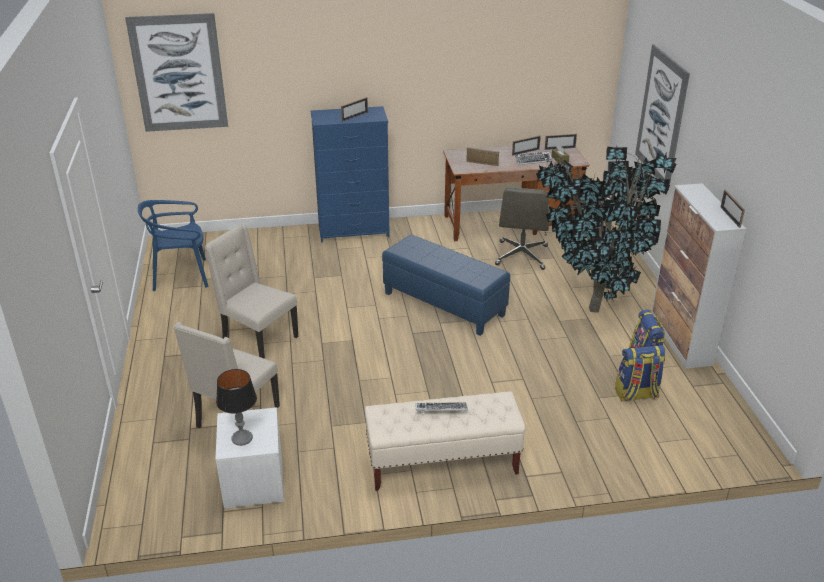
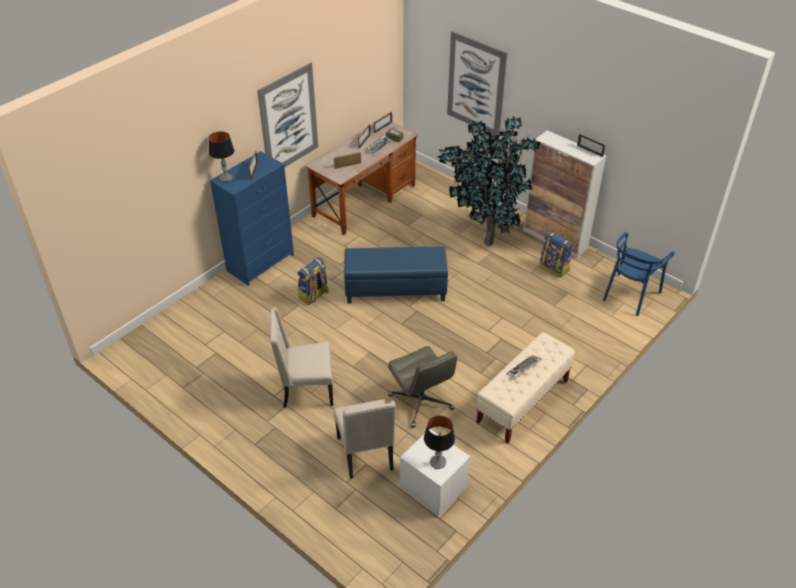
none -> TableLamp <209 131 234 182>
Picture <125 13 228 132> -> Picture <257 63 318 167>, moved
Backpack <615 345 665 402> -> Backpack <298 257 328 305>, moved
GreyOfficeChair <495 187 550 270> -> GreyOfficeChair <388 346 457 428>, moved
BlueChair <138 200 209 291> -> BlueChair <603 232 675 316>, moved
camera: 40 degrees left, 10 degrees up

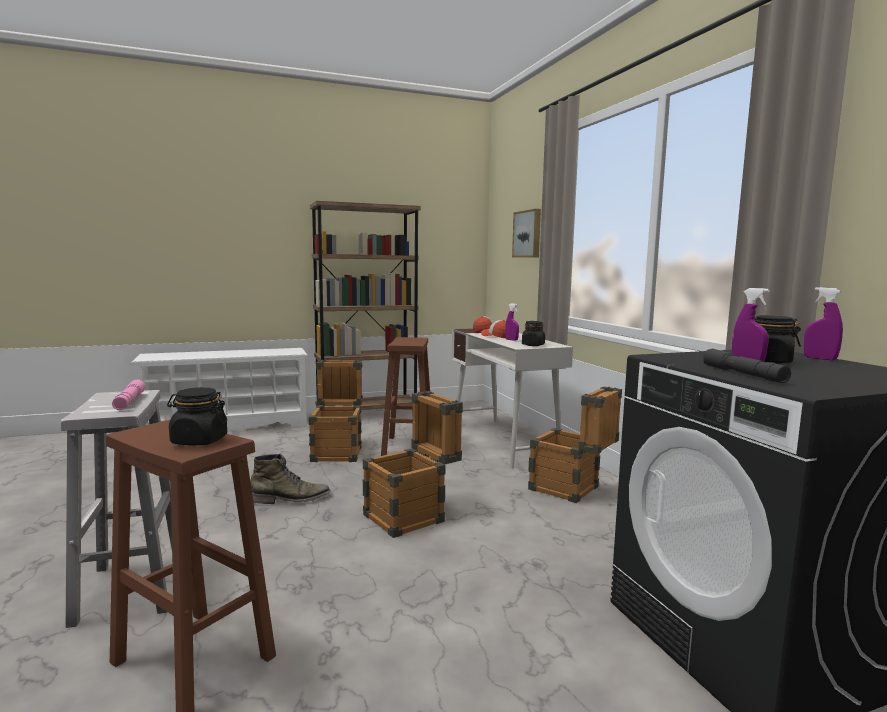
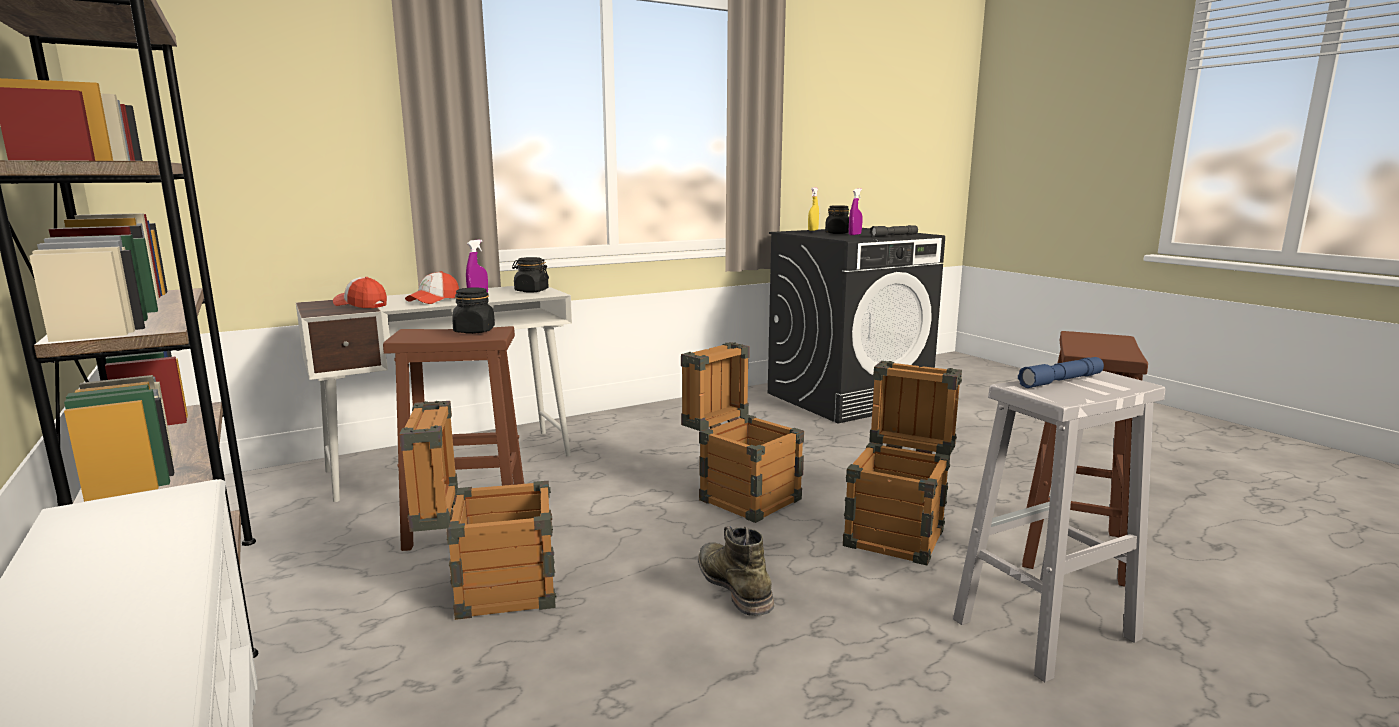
BlackJar <167 387 227 445> -> BlackJar <452 287 495 334>, moved
PurpleSprayBottle <804 287 843 360> -> YellowSprayBottle <808 187 819 231>
Crate <528 387 622 503> -> Crate <843 361 962 565>, moved
PinkFlashlight <112 379 146 410> -> BlueFlashlight <1018 357 1104 388>
Picture <512 209 541 258> -> none
camera: 100 degrees left, 5 degrees up

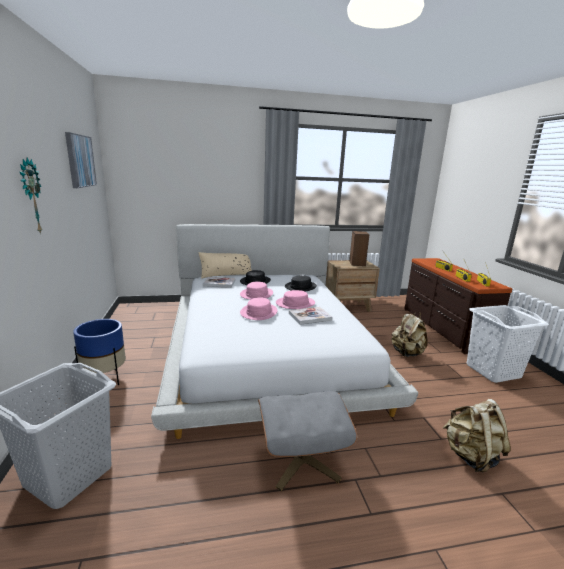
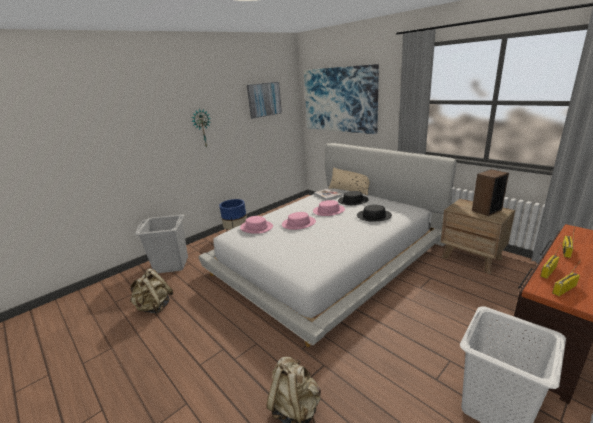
BeigeBackpack <391 312 427 357> -> BeigeBackpack <130 268 173 314>, moved
PinkHat <276 290 315 309> -> PinkHat <240 216 273 234>, moved
none -> Picture <304 64 379 134>
GreyOttoman <258 391 357 491> -> none
Book <289 307 332 325> -> none
camera: 60 degrees right, 5 degrees up

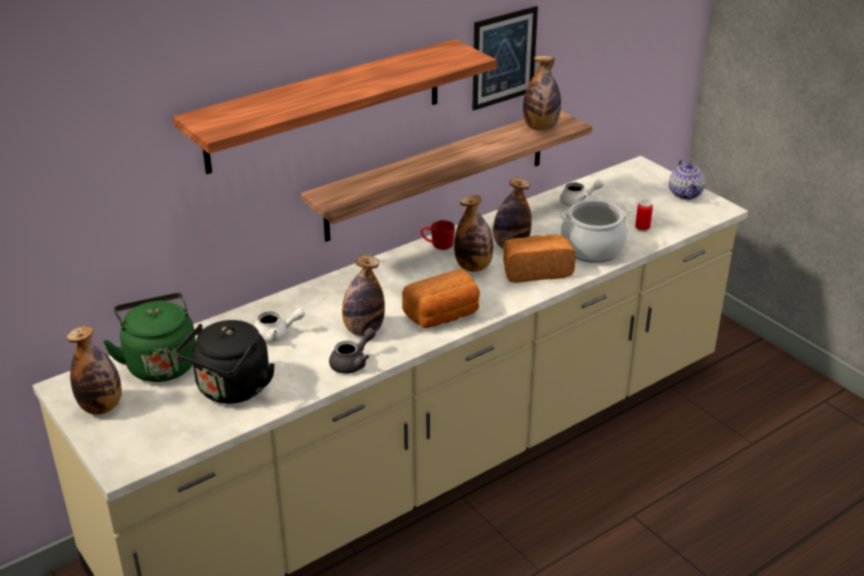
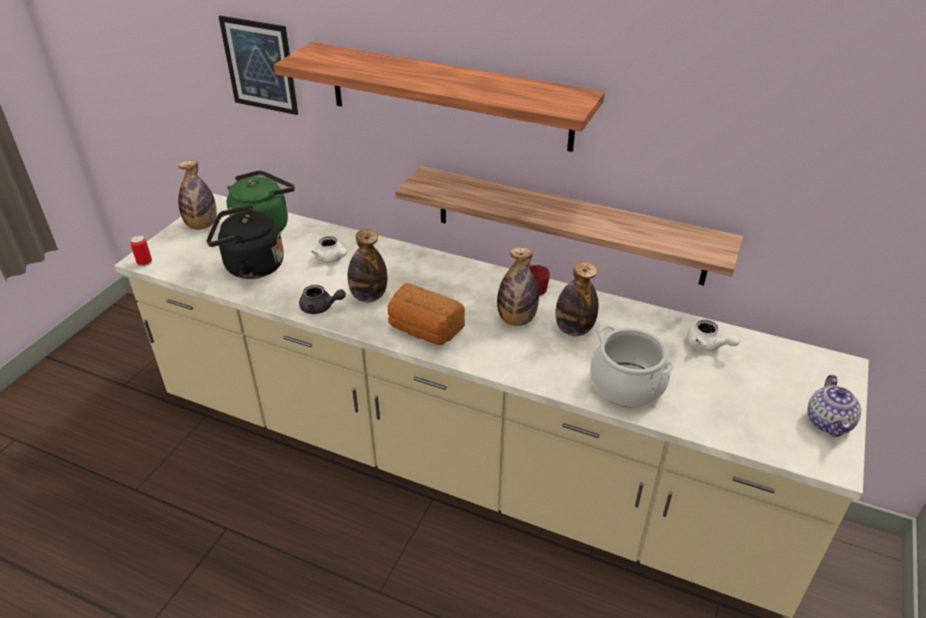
Can <635 200 653 232> -> Can <130 235 152 267>, moved
Picture <472 6 538 111> -> Picture <218 16 298 115>, moved
Teapot <669 159 705 200> -> Teapot <807 375 861 437>, 45 degrees counterclockwise
Bread <503 235 576 283> -> none
Bottle <523 56 561 131> -> none
camera: 60 degrees right, 5 degrees up

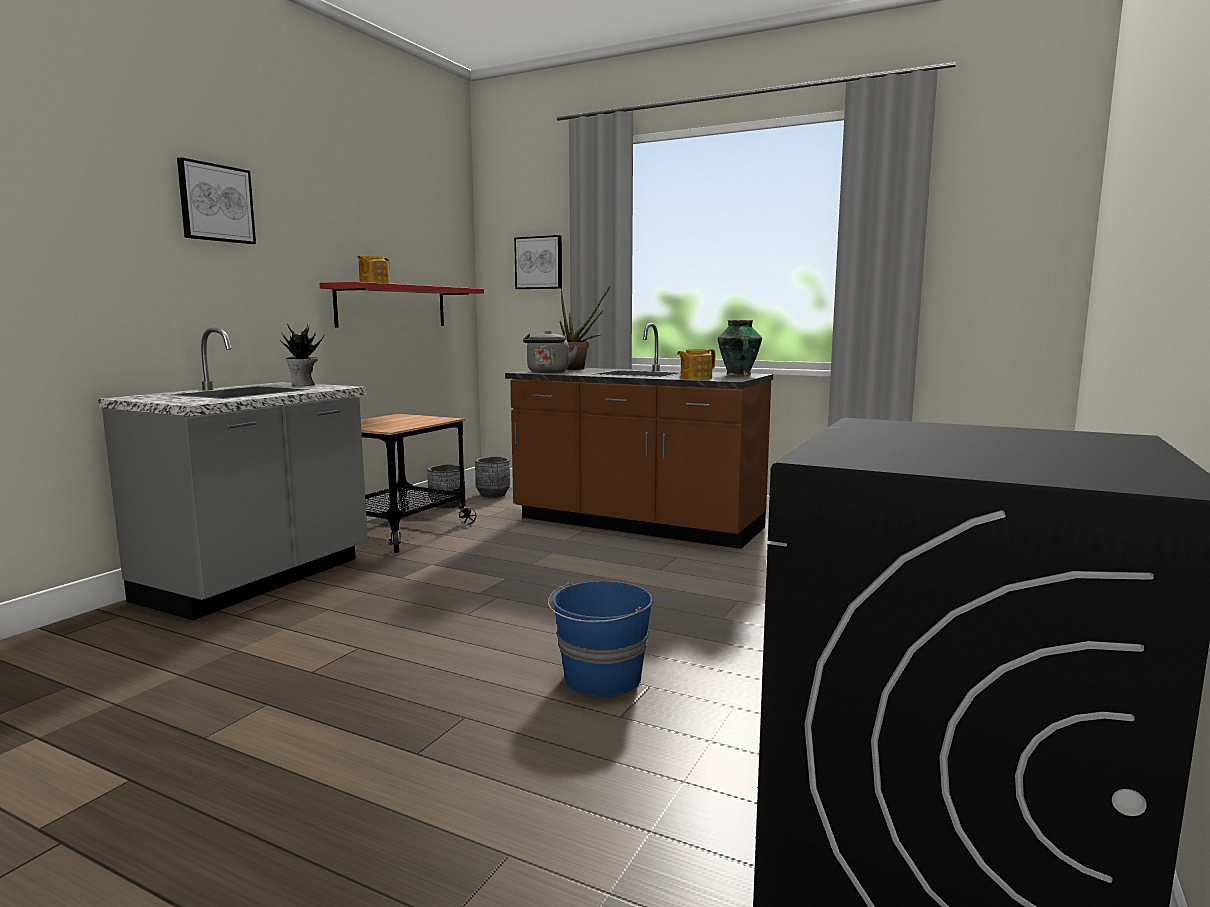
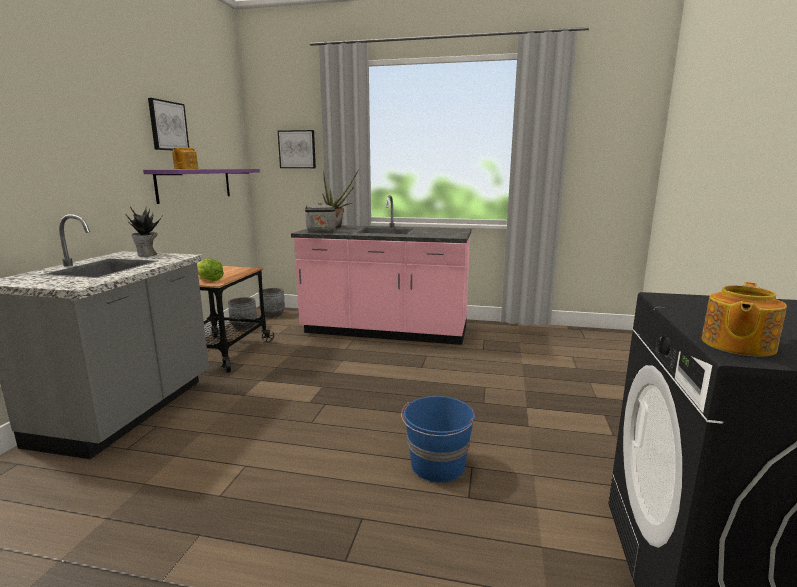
RedShelf <319 282 484 327> -> PurpleShelf <143 169 260 204>
Picture <177 157 256 244> -> Picture <148 98 189 151>, moved
none -> Lettuce <197 258 224 281>
BrownCounter <505 323 773 549> -> PinkCounter <291 195 471 345>
Teapot <677 349 715 379> -> Teapot <702 282 787 357>, moved
Vase <718 320 762 376> -> none
camera: 15 degrees left, 5 degrees up

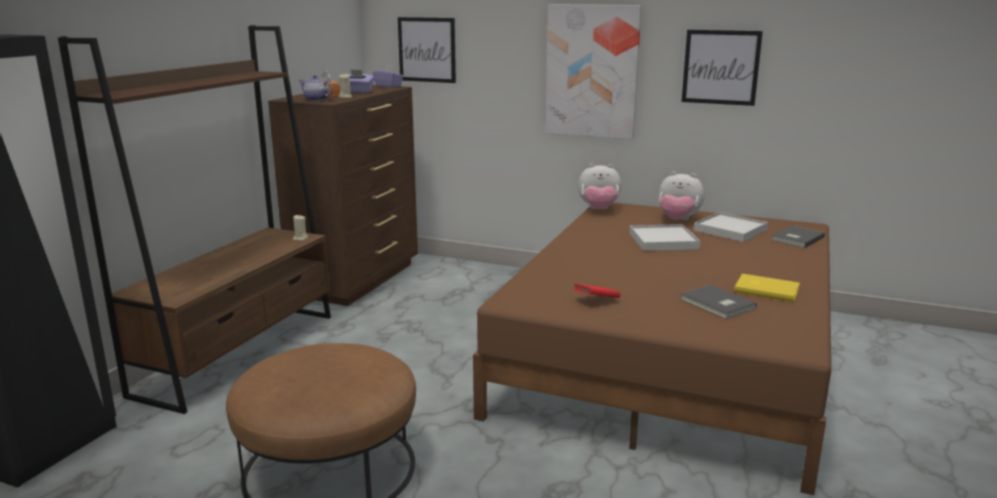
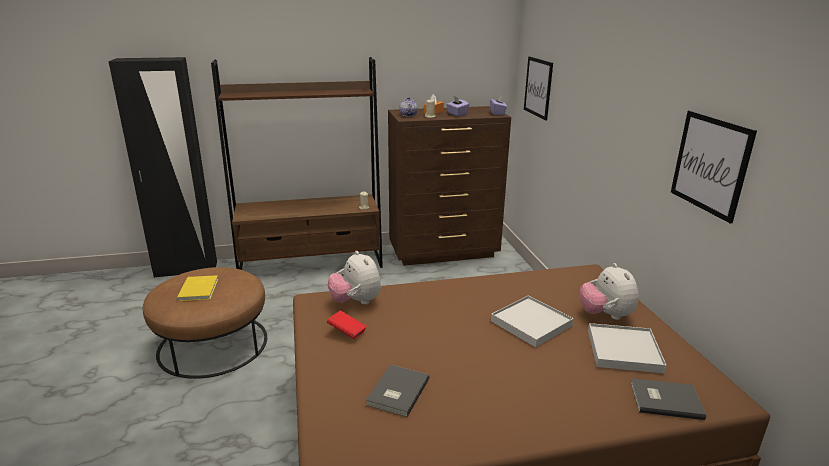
YellowBook <734 274 800 303> -> YellowBook <177 275 218 301>, moved
PlushToy <578 164 621 209> -> PlushToy <328 251 381 305>, moved
Picture <545 4 642 140> -> none
camera: 55 degrees right, 5 degrees up

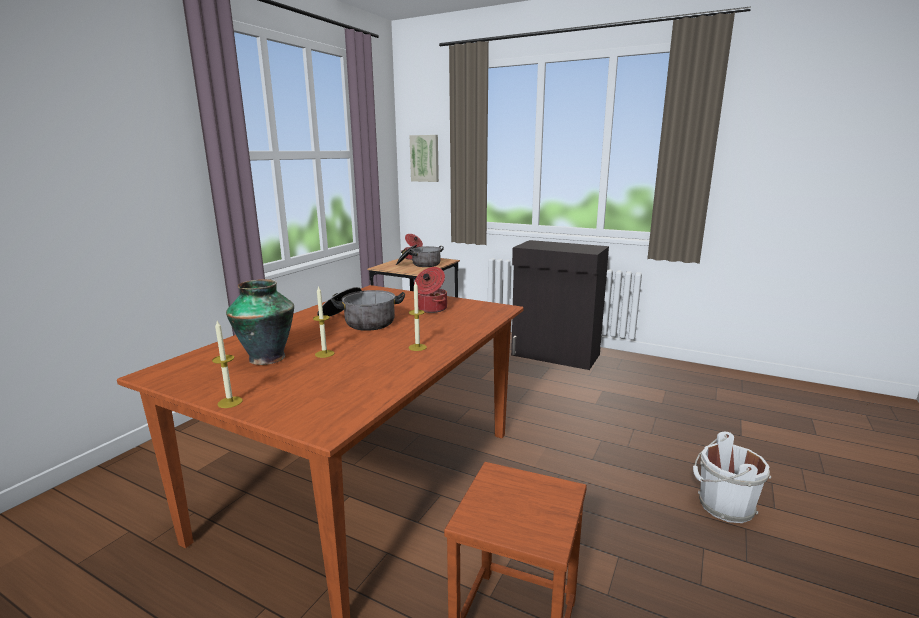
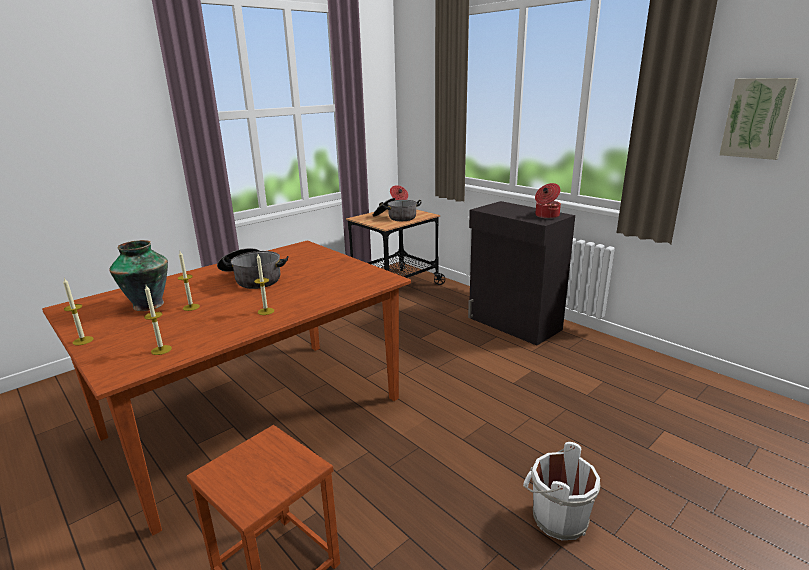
none -> Candle <144 285 172 355>
CookingPot <414 267 447 313> -> CookingPot <535 183 561 219>, moved
Picture <409 135 439 182> -> Picture <719 78 798 160>, moved
camera: 20 degrees right, 5 degrees up

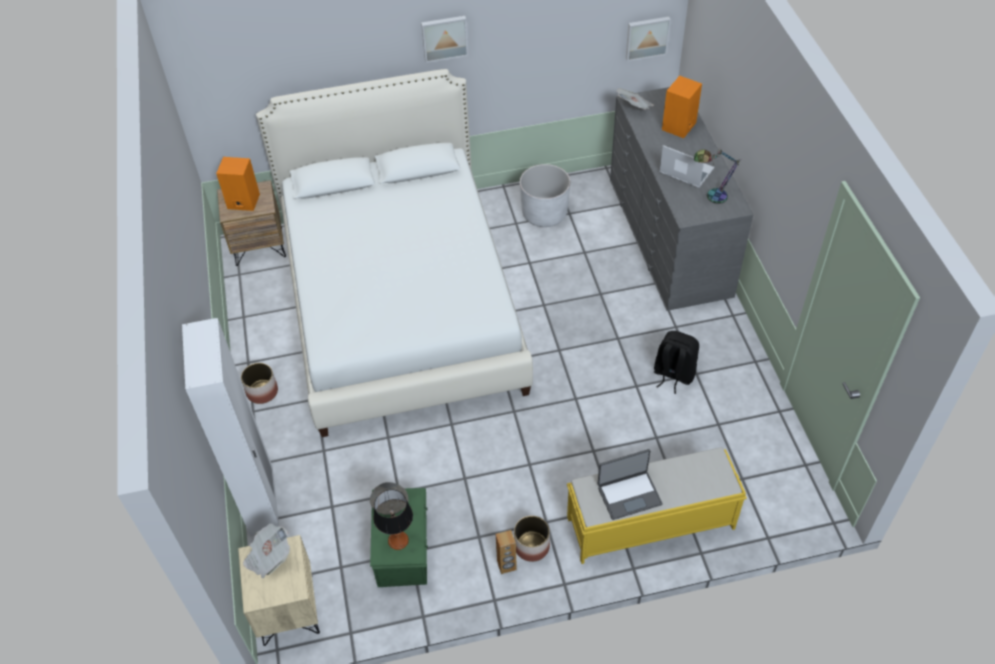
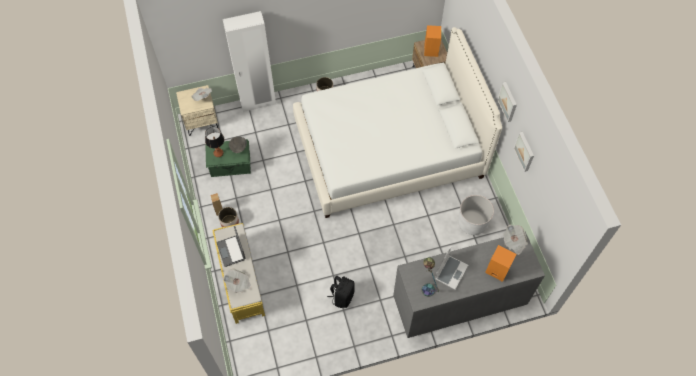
none -> Newspaper <223 269 251 293>
Picture <626 17 671 61> -> Picture <514 132 534 172>, moved
camera: 85 degrees right, 10 degrees up

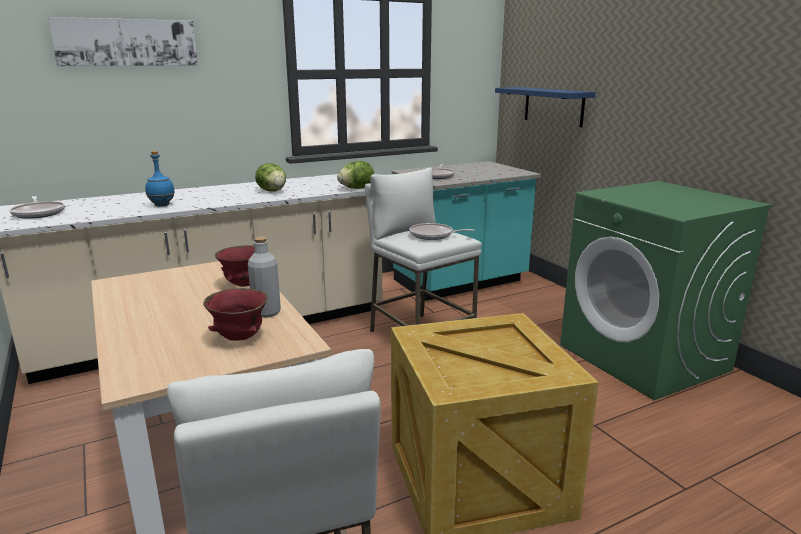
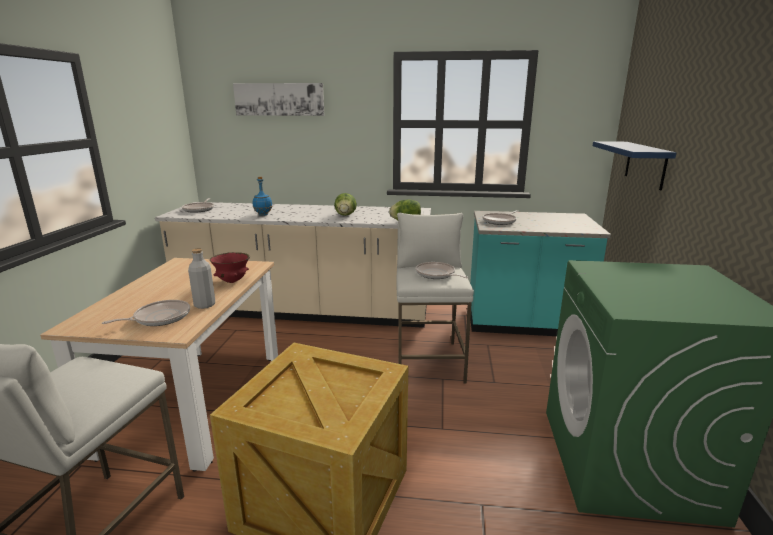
RedBowl <203 288 268 341> -> FryingPan <102 300 190 326>
camera: 35 degrees right, 0 degrees up

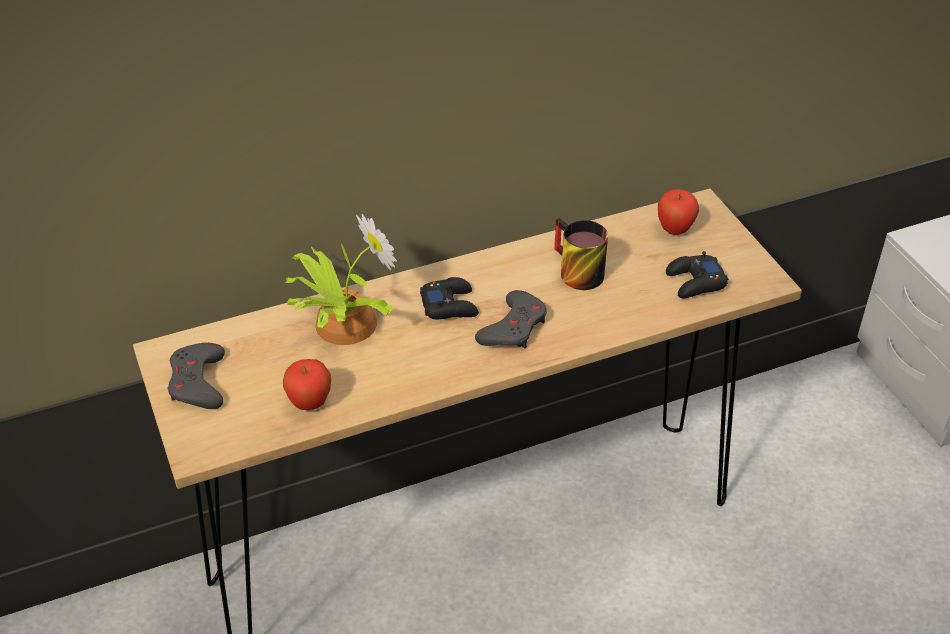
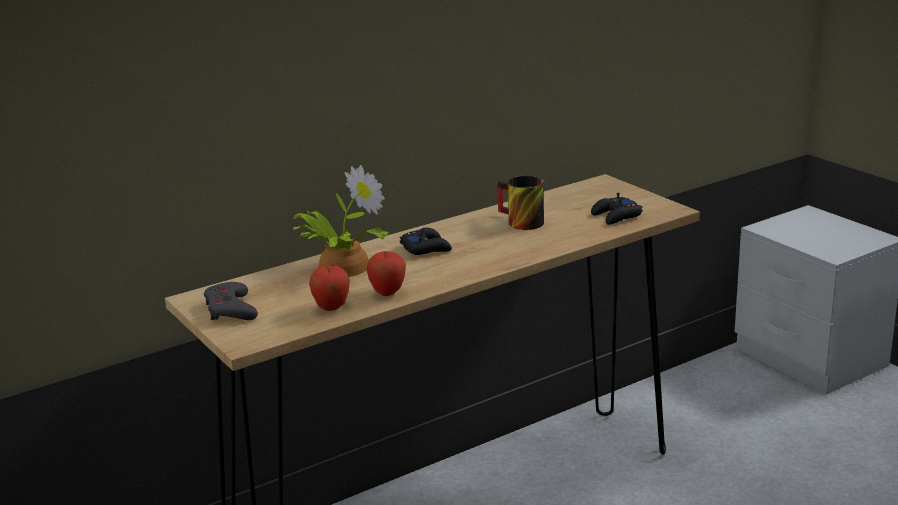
Apple <658 189 699 235> -> Apple <367 251 406 296>, moved
GreyGameController <475 290 547 348> -> none
camera: 10 degrees left, 20 degrees down

